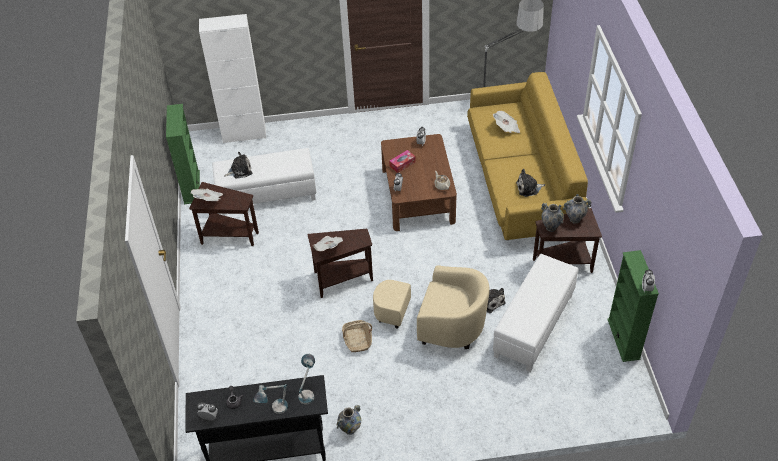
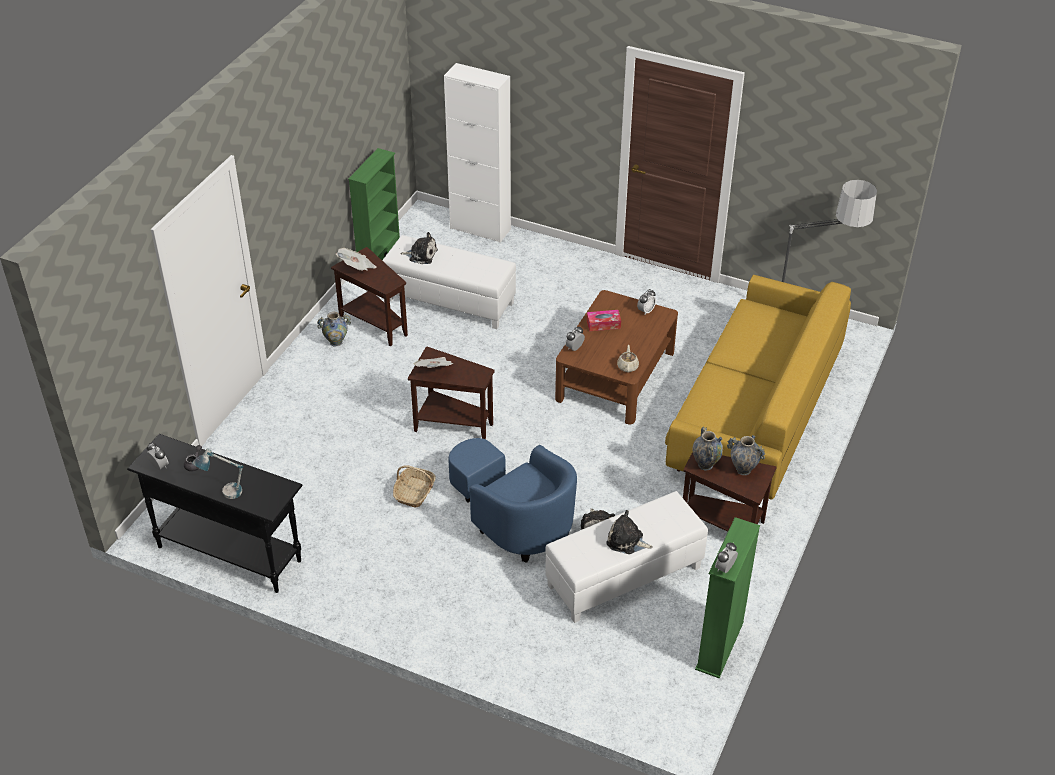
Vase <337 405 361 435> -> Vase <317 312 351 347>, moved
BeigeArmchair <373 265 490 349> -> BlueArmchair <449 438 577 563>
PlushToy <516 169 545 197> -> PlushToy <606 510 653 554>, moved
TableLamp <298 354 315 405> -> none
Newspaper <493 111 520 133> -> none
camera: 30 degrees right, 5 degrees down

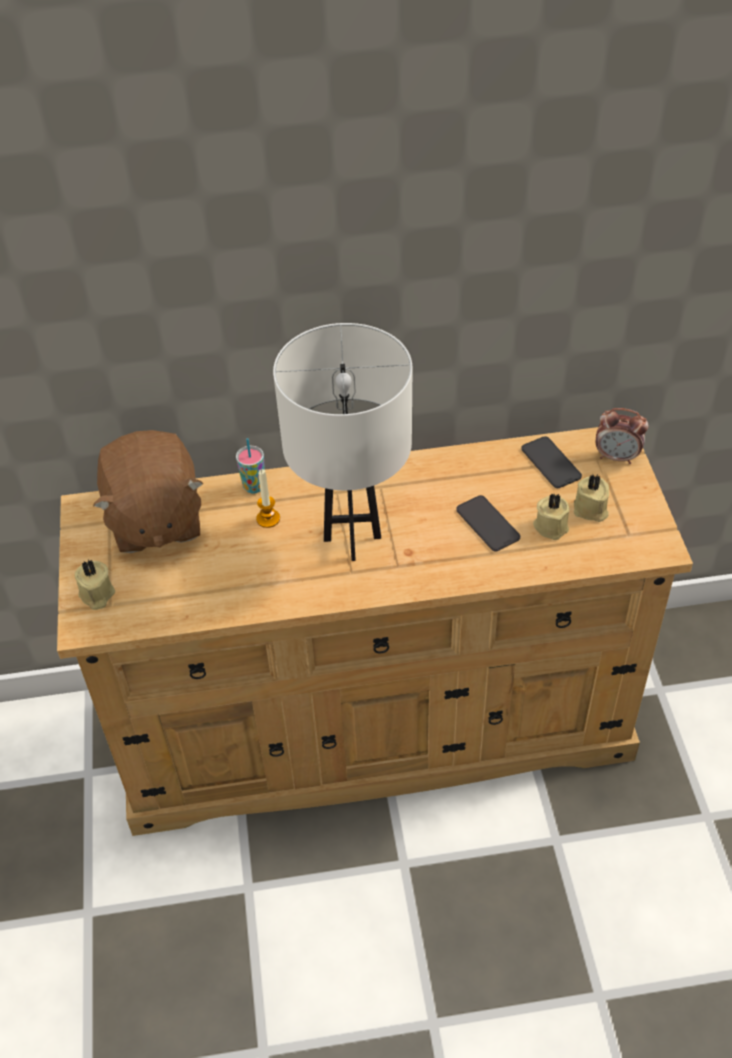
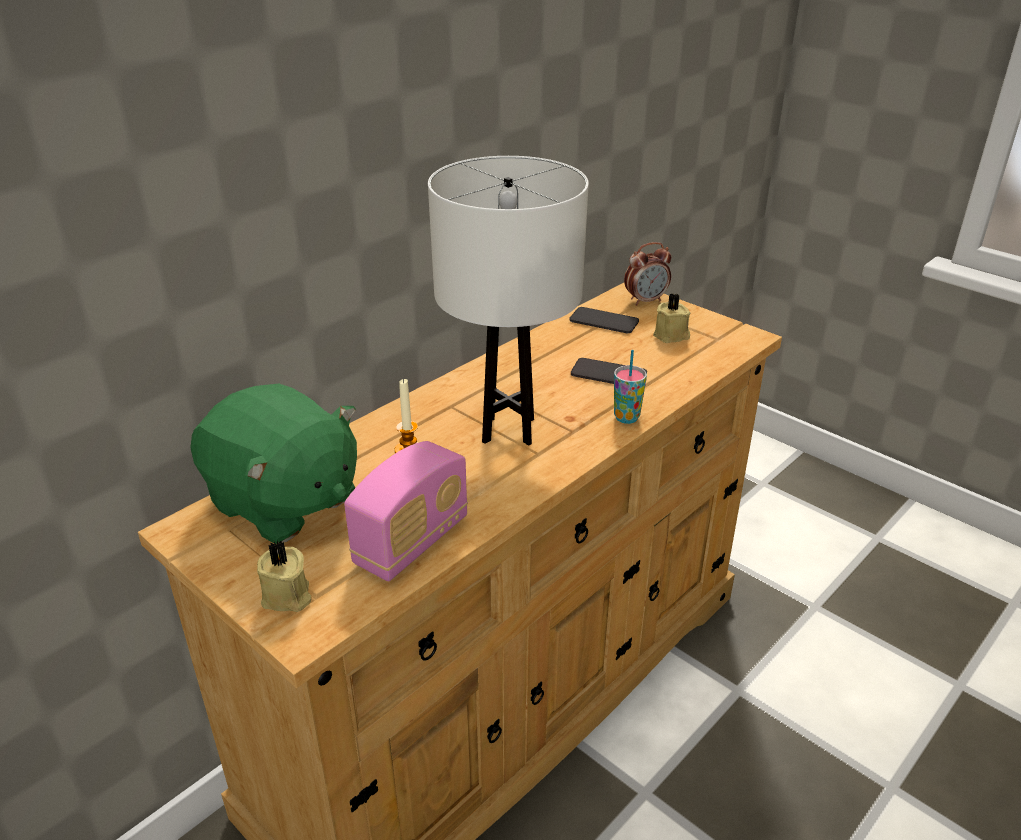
BrownPlushToy <93 430 203 553> -> GreenPlushToy <190 383 357 544>
none -> Radio <344 441 468 581>
Cup <236 438 265 493> -> Cup <614 350 647 424>, moved
BeigeCandle <533 493 569 540> -> none
camera: 40 degrees left, 15 degrees down

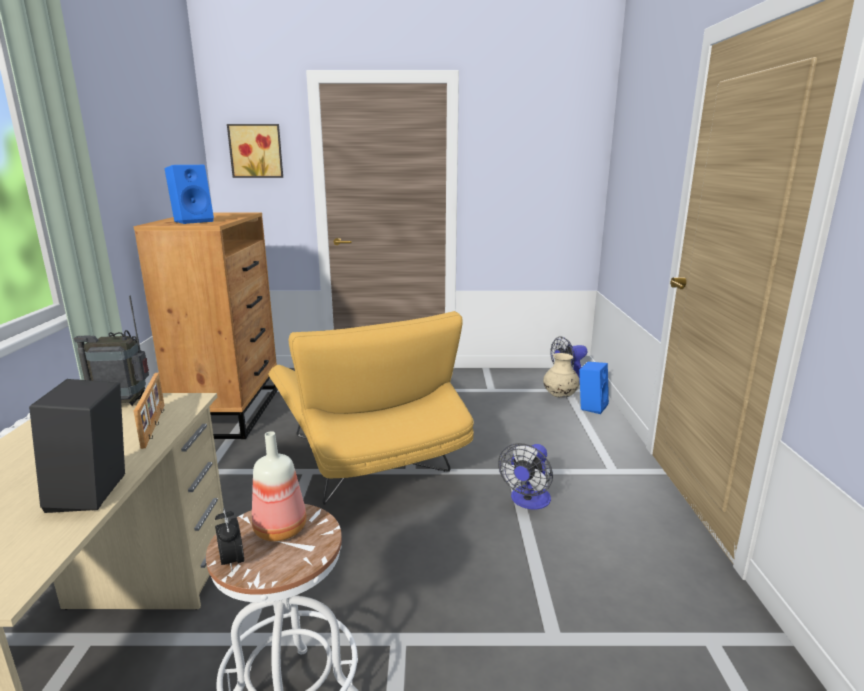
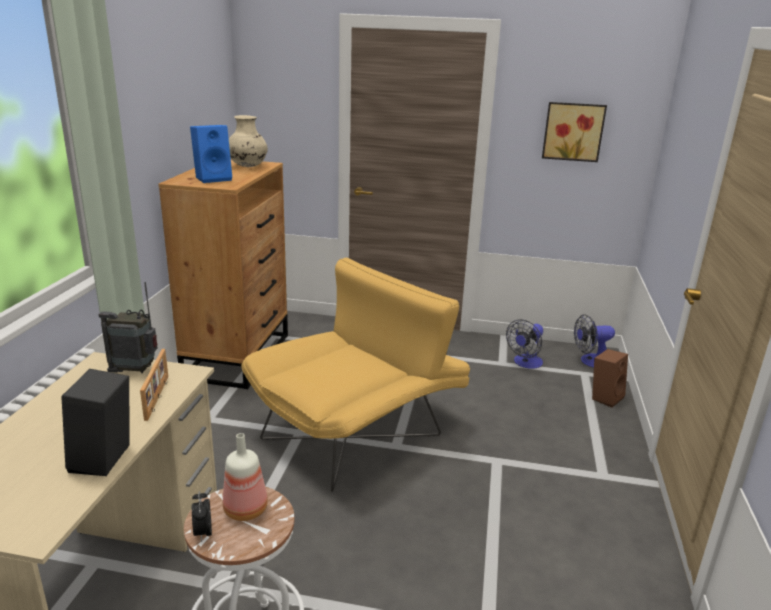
BeigeVase <543 353 580 398> -> BeigeVase <229 115 268 167>, moved
YellowArmchair <268 311 474 505> -> YellowArmchair <241 258 470 492>, 120 degrees counterclockwise
Fan <498 443 553 510> -> Fan <506 319 543 369>, moved
Picture <227 124 283 178> -> Picture <542 102 607 162>, moved
BlueSpeaker <579 362 609 414> -> BrownSpeaker <592 349 628 408>
camera: 10 degrees right, 5 degrees up

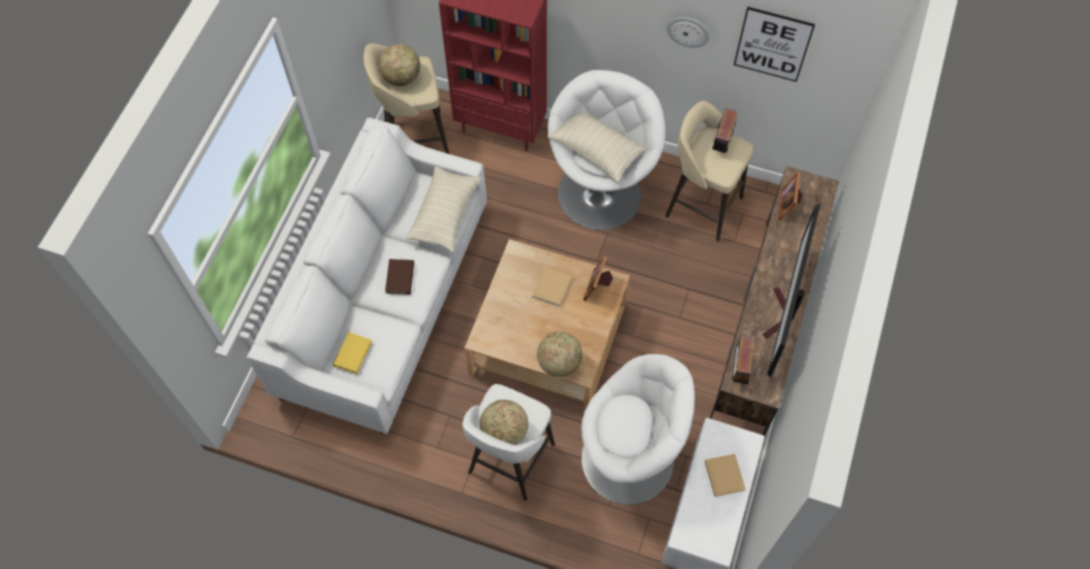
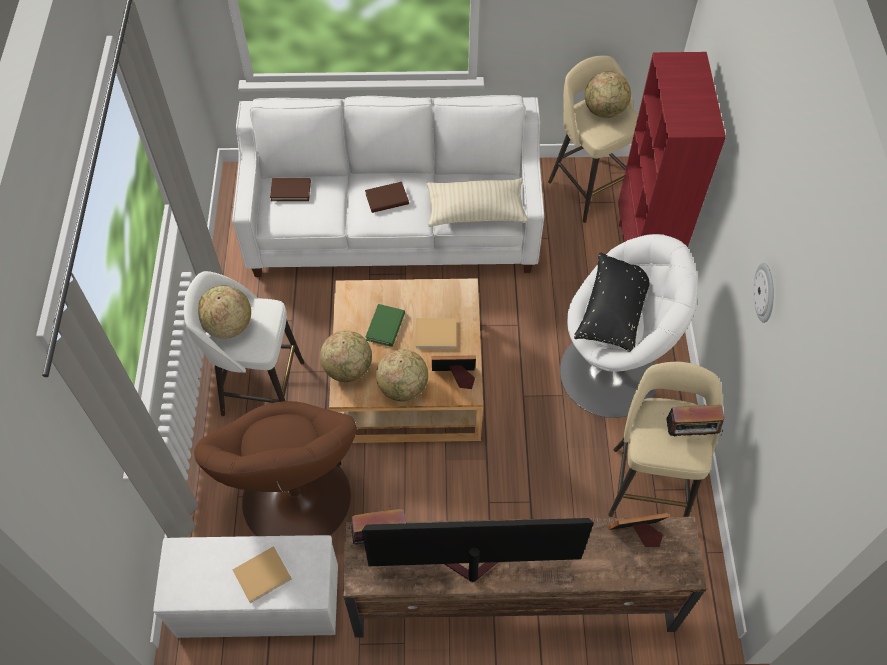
WhiteArmchair <581 354 695 505> -> BrownArmchair <194 401 357 536>
YellowBook <333 332 372 374> -> BrownBook <270 178 311 201>
none -> GreenBook <366 304 405 347>
none -> Globe <376 349 428 401>
BeigePillow <547 112 645 183> -> BlackPillow <574 252 650 352>
Picture <734 7 815 82> -> none
camera: 70 degrees right, 5 degrees down

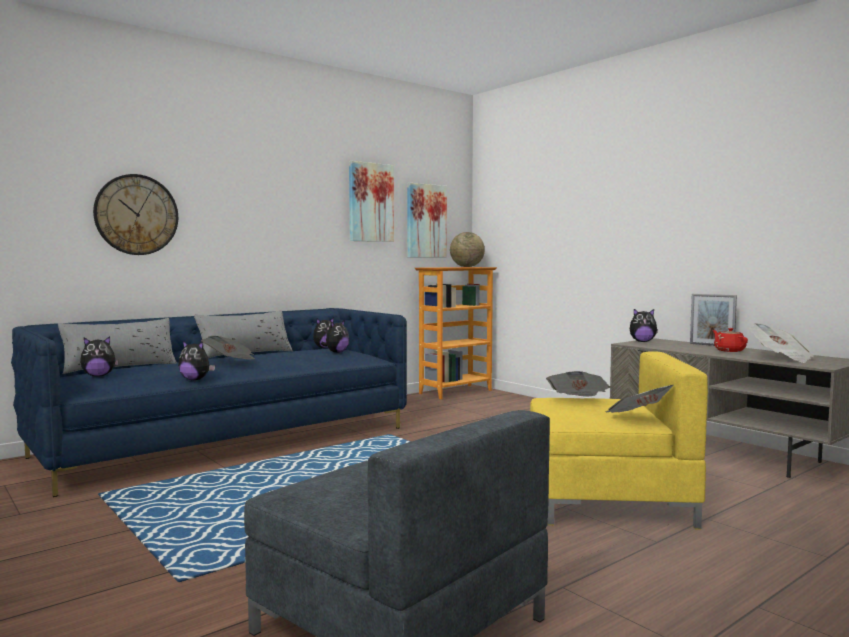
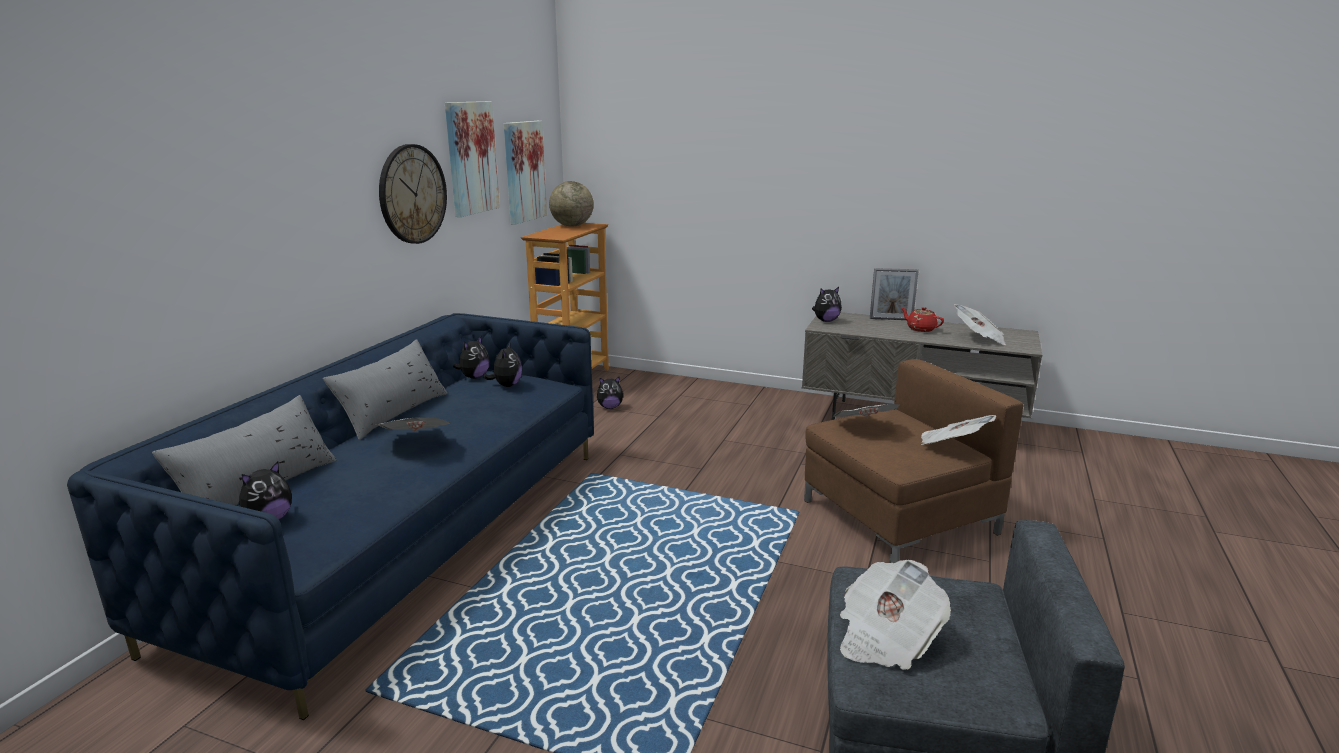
WallClock <93 174 178 255> -> WallClock <379 144 447 244>, moved
PlushToy <178 341 215 380> -> PlushToy <597 377 624 409>, moved
YellowArmchair <530 351 708 530> -> BrownArmchair <804 359 1024 563>
none -> Newspaper <840 560 951 670>
camera: 30 degrees left, 15 degrees up

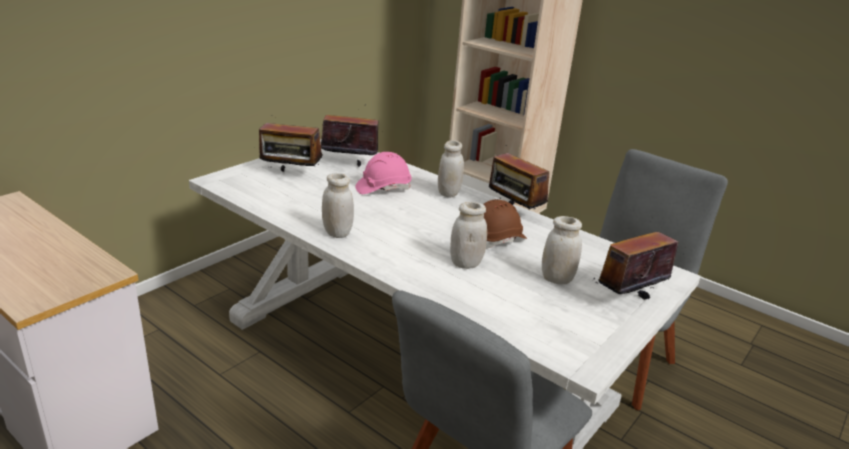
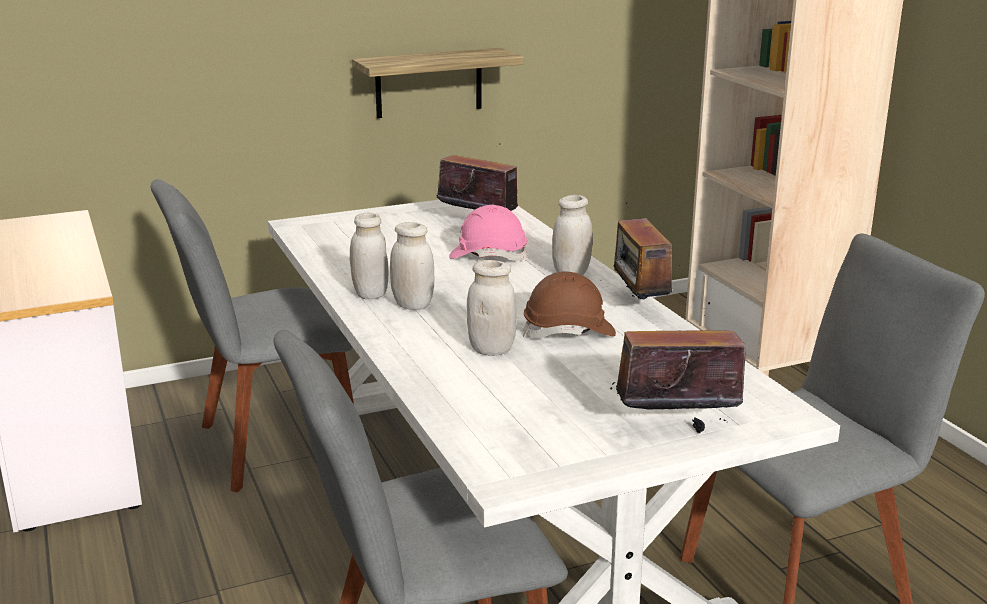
none -> GreyChair <151 179 354 493>
none -> Shelf <352 48 524 118>
WhiteJar <542 216 582 285> -> WhiteJar <390 222 434 310>, moved
Radio <259 115 323 172> -> none
camera: 30 degrees right, 5 degrees down

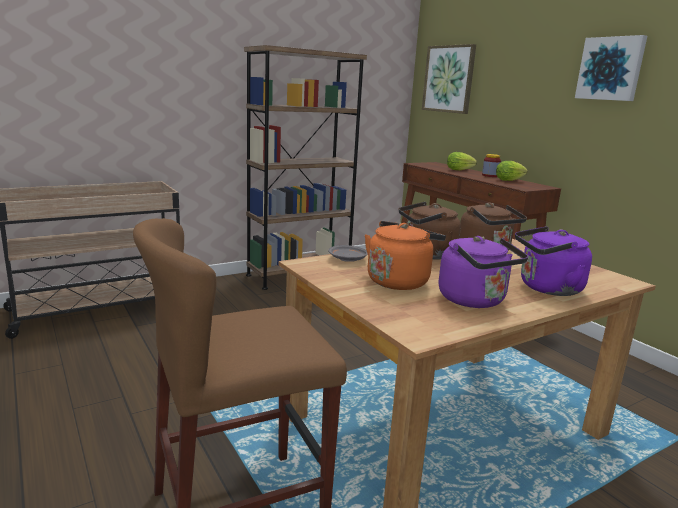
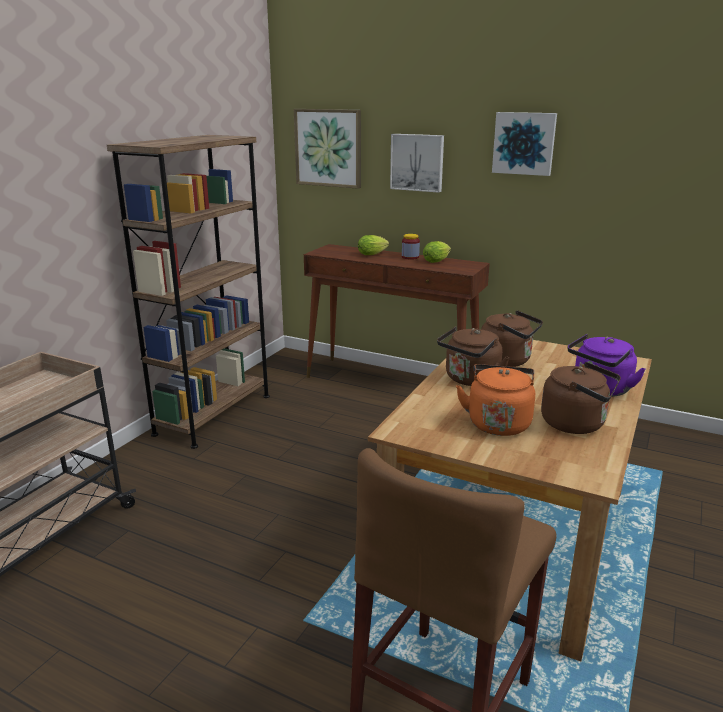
none -> Picture <390 134 444 193>
PurpleKettle <438 236 528 308> -> BrownKettle <541 362 621 434>
GreyPlate <328 245 368 262> -> none
camera: 30 degrees left, 5 degrees up

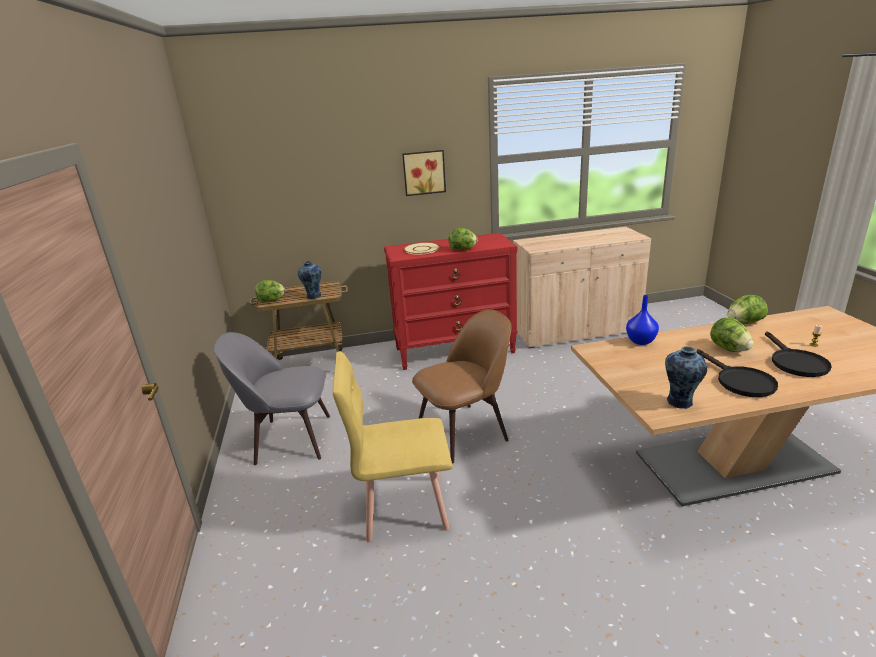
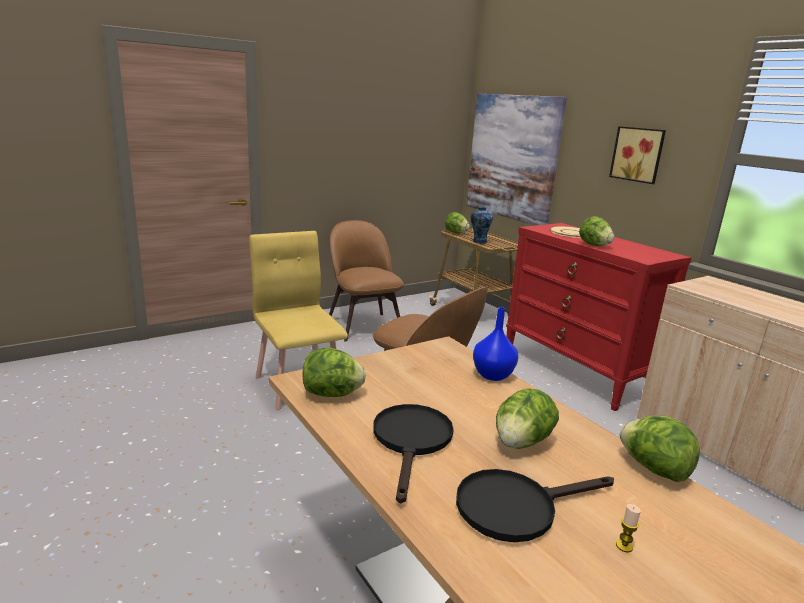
Vase <665 346 707 409> -> Lettuce <302 348 366 397>
GreyChair <214 332 330 465> -> BrownChair <329 220 404 341>
BlackFryingPan <696 349 778 397> -> BlackFryingPan <373 404 454 504>, 135 degrees clockwise
none -> Picture <466 94 567 226>
camera: 65 degrees right, 5 degrees down

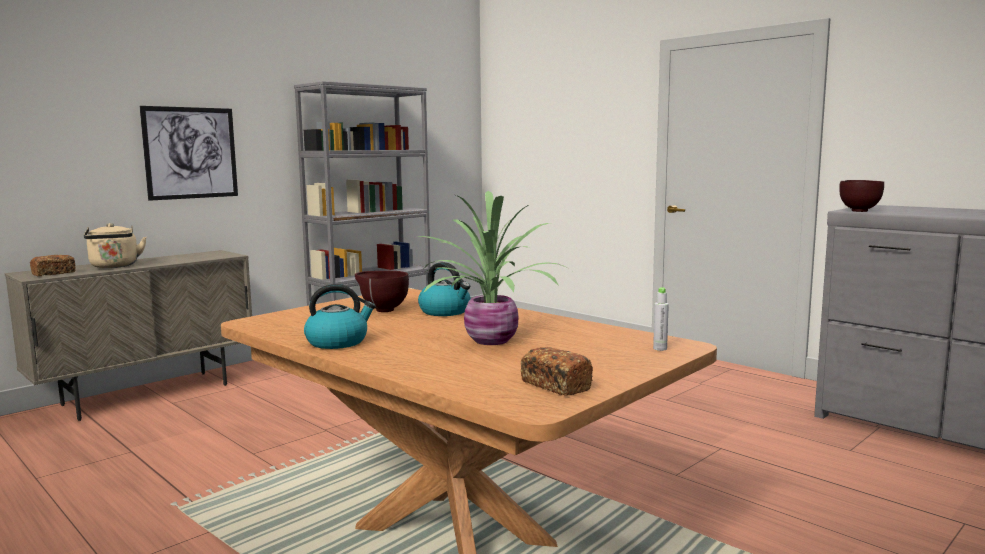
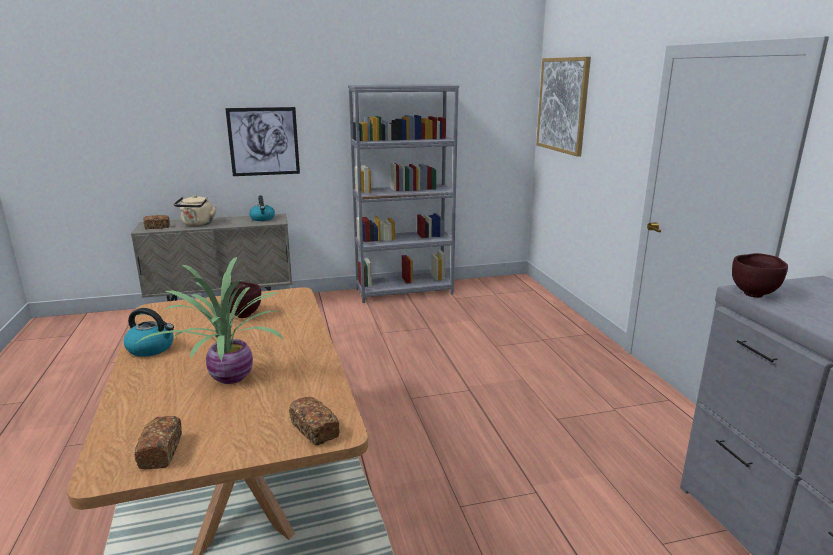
Kettle <418 262 471 316> -> Kettle <249 195 275 221>, moved
GreyBottle <653 288 669 351> -> Bread <289 397 340 446>
none -> Picture <536 57 591 157>
camera: 30 degrees right, 10 degrees up

